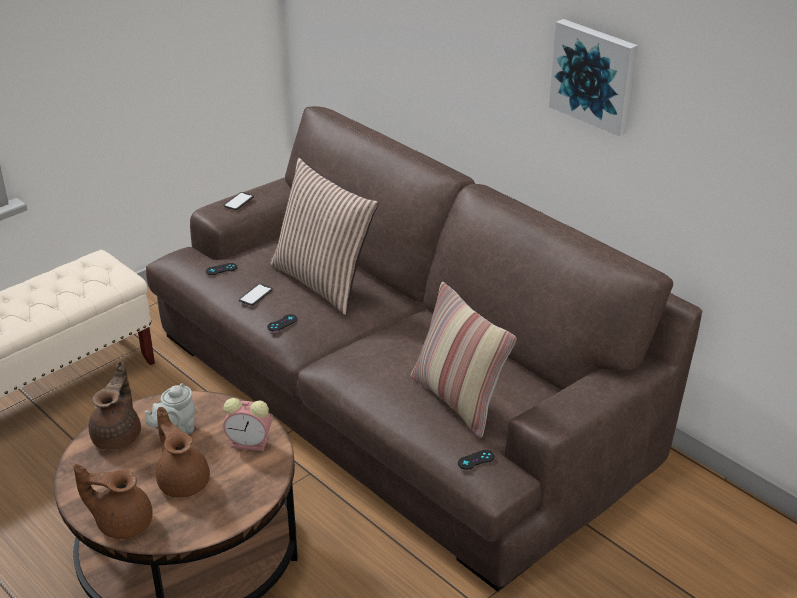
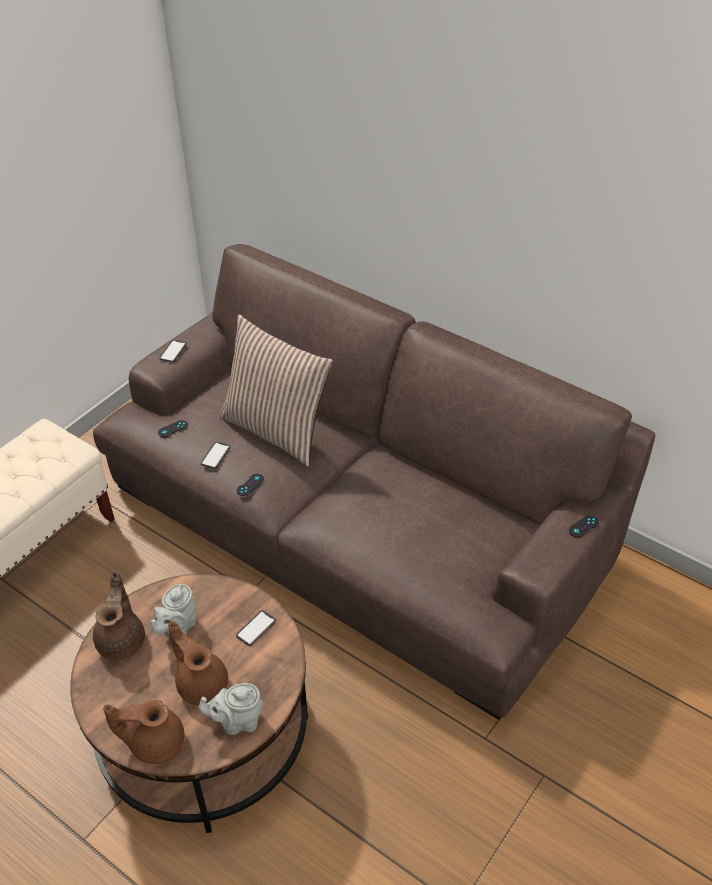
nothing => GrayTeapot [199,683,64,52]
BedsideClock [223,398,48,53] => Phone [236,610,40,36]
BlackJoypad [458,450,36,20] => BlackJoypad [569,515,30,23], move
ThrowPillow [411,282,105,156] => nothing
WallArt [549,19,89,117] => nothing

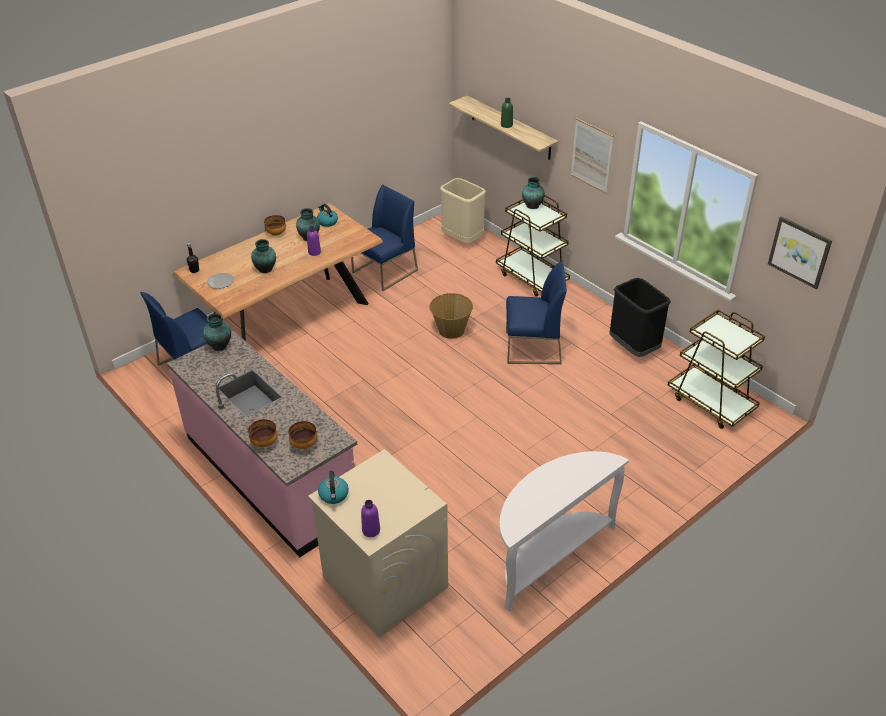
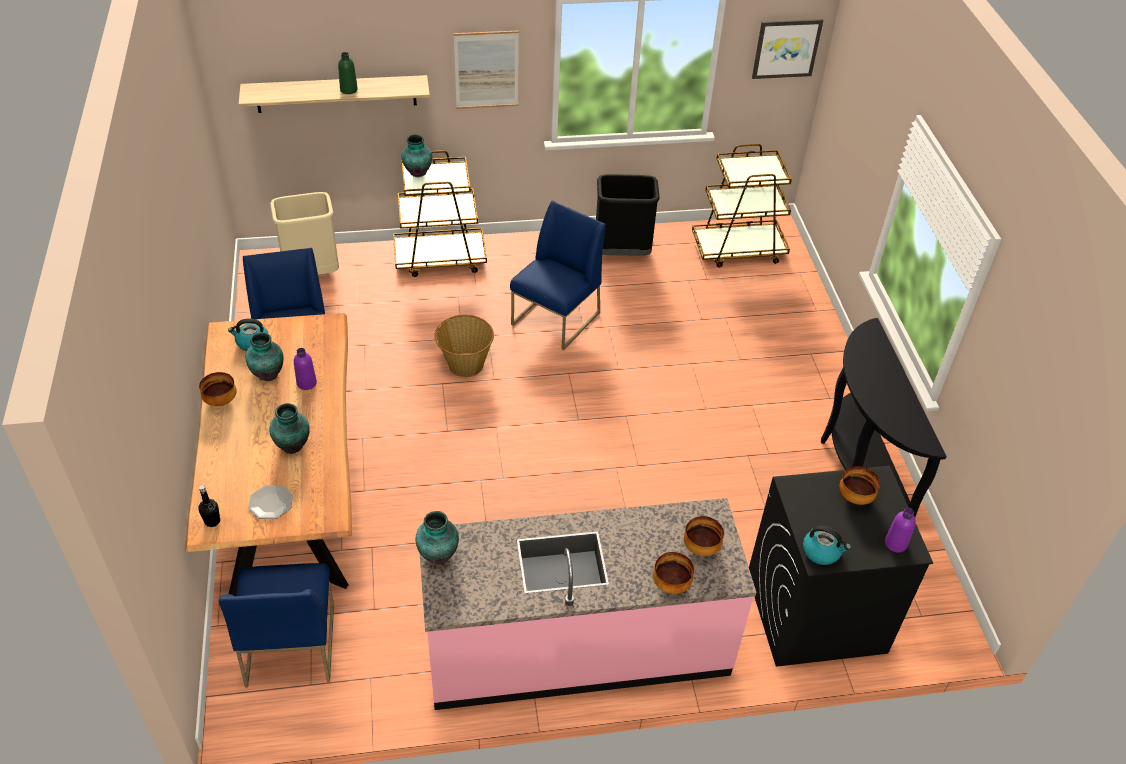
BeigeWashingMachine [308,449,140,189] => BlackWashingMachine [749,466,184,201]
WhiteConsoleTable [499,451,130,161] => BlackConsoleTable [821,318,126,199]
nothing => Bowl [839,466,41,39]

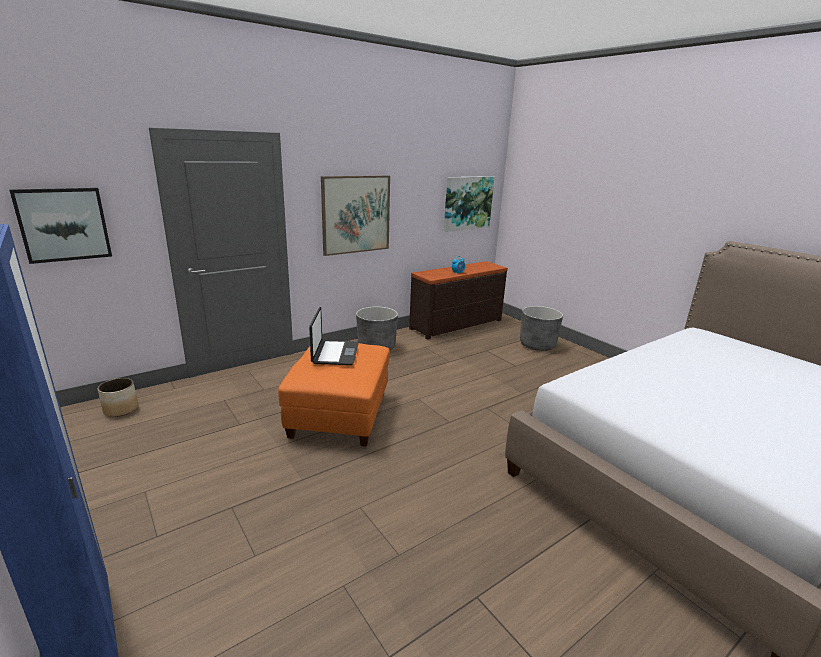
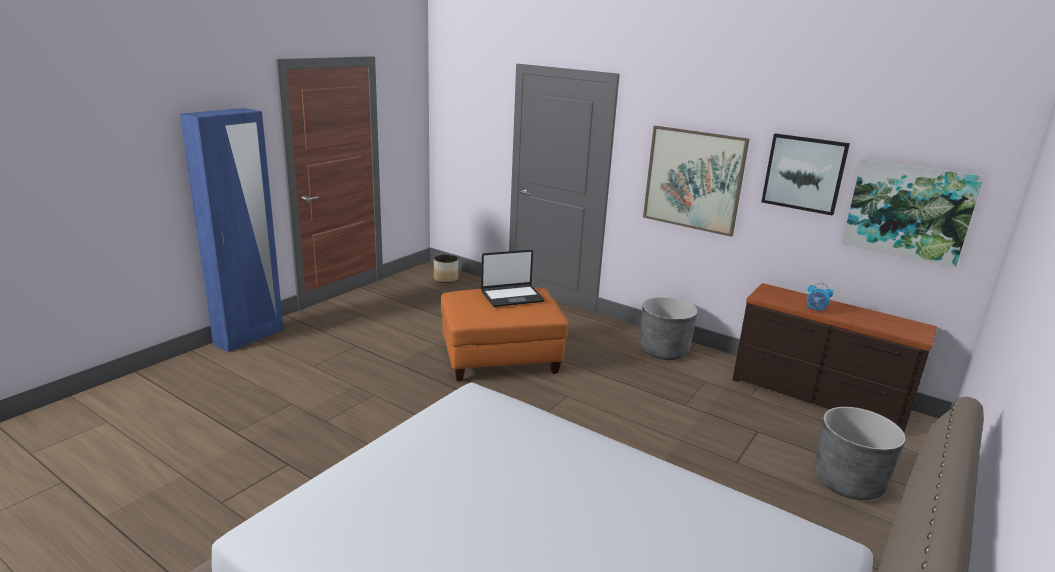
WallArt [9,188,103,76] => WallArt [761,133,89,83], move

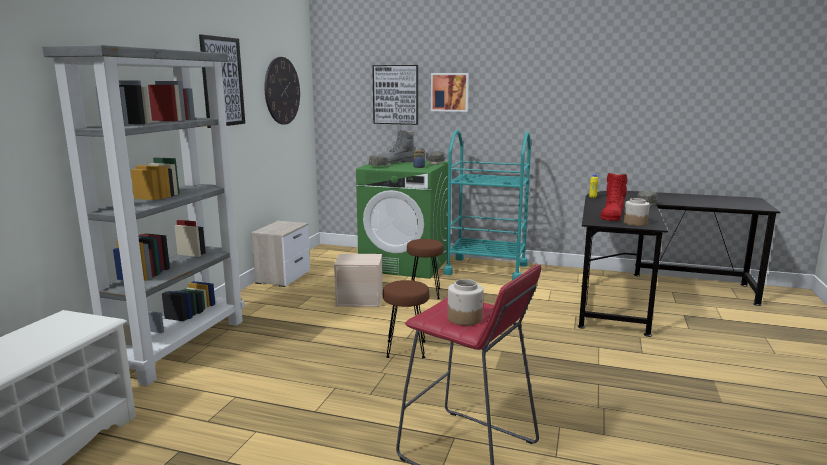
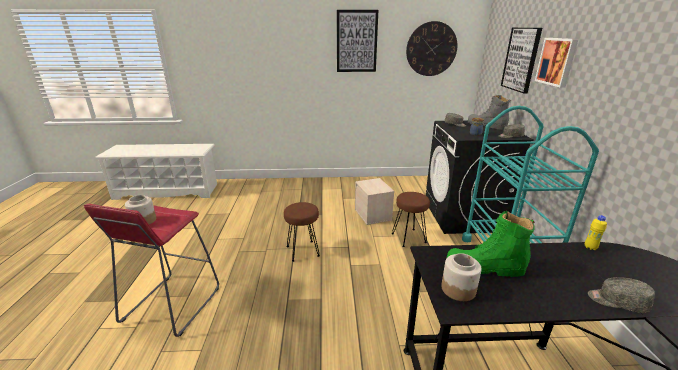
GreenWashingMachine [356,161,92,118] => BlackWashingMachine [426,120,108,114]
RedHighTopBoot [600,173,28,48] => GreenHighTopBoot [447,211,88,66]
GrayShelvingUnit [42,45,203,341] => nothing
Nightstand [251,221,59,66] => nothing

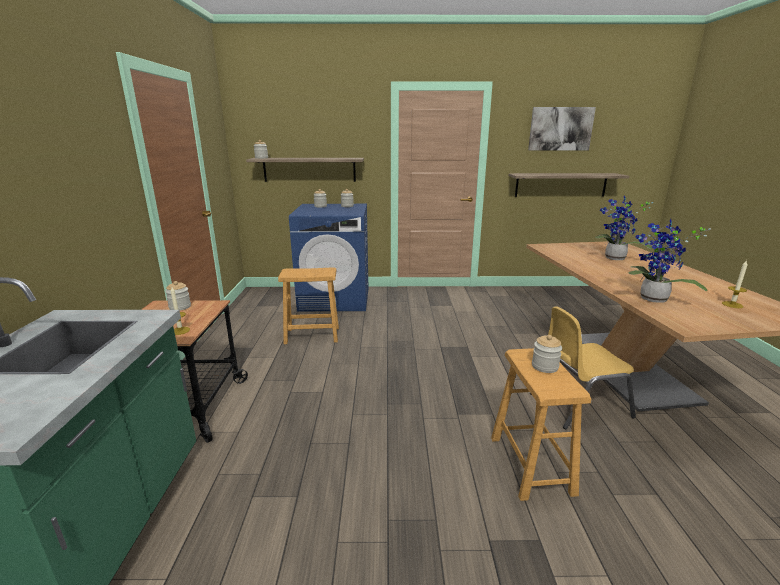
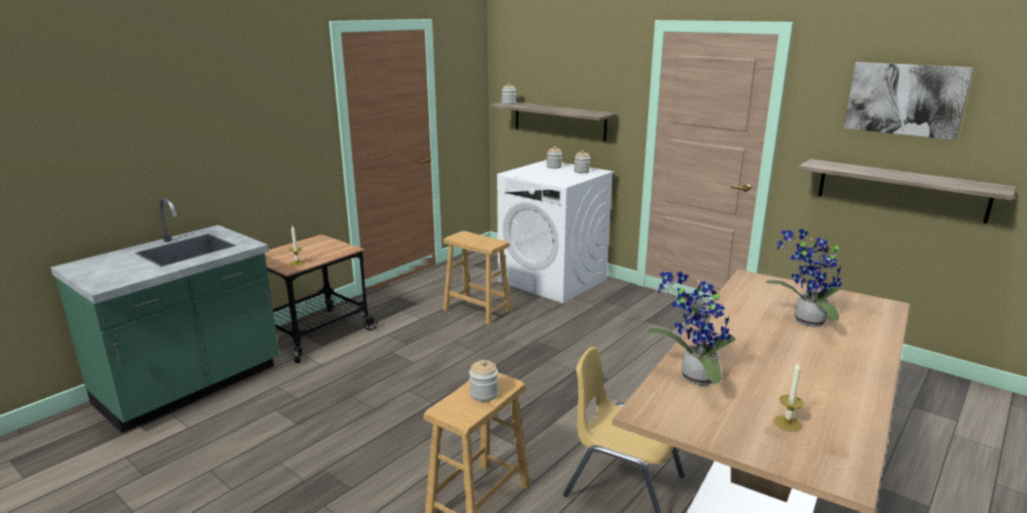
BlueColouredWashingMachine [289,204,80,107] => WhiteWashingMachine [497,160,117,144]
StorageJar [165,281,26,30] => nothing

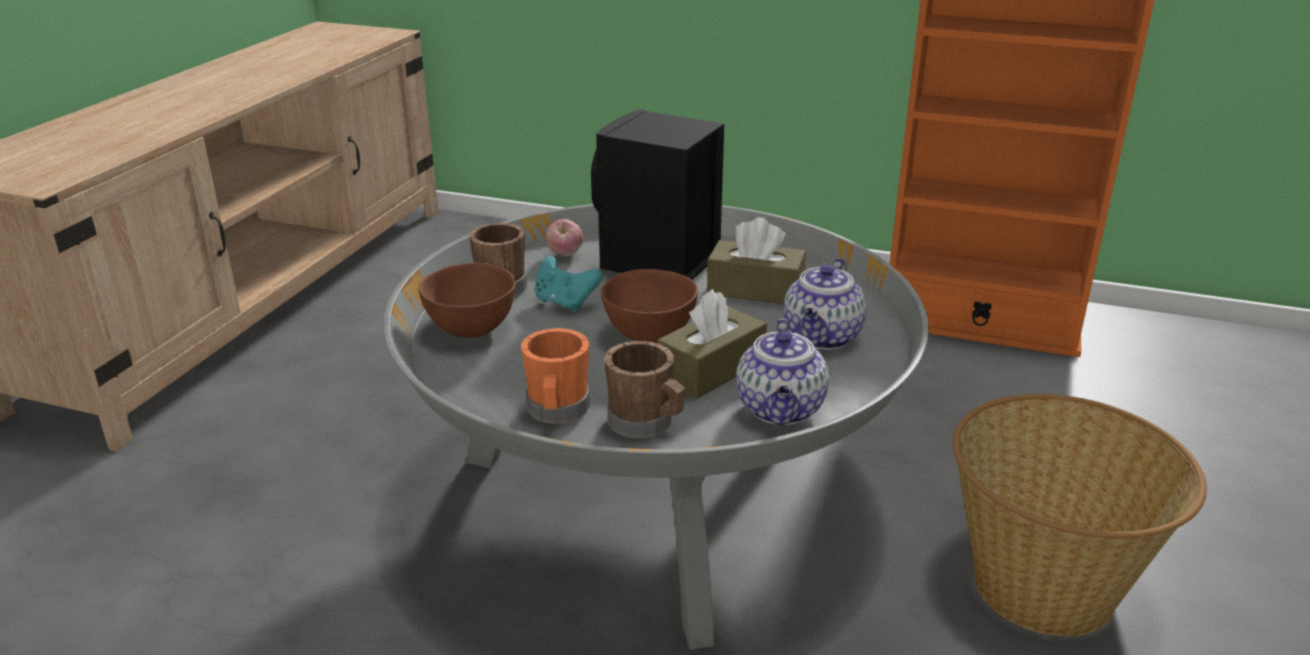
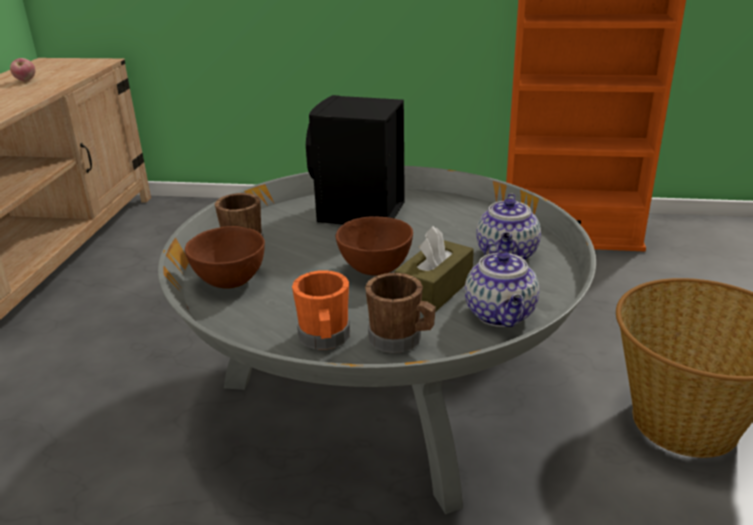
WholeApple [546,219,37,38] => WholeApple [10,58,25,23], move
TurquoiseColouredJoypad [535,256,67,56] => nothing
BrownColouredTissueHolder [707,217,99,87] => nothing

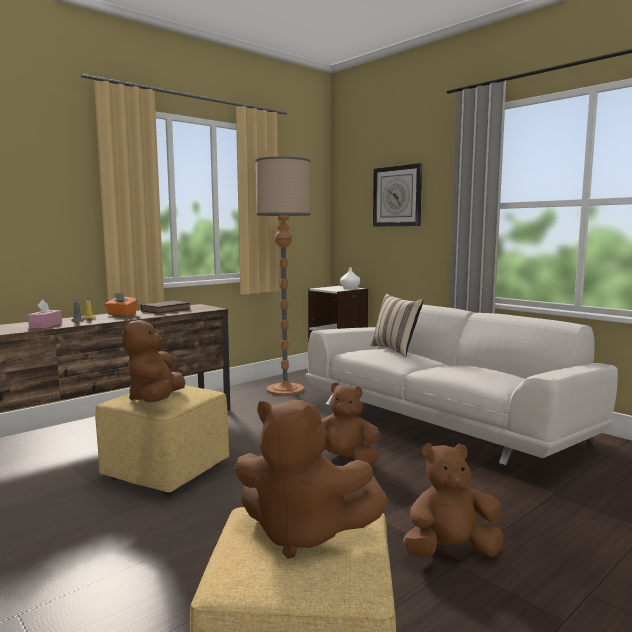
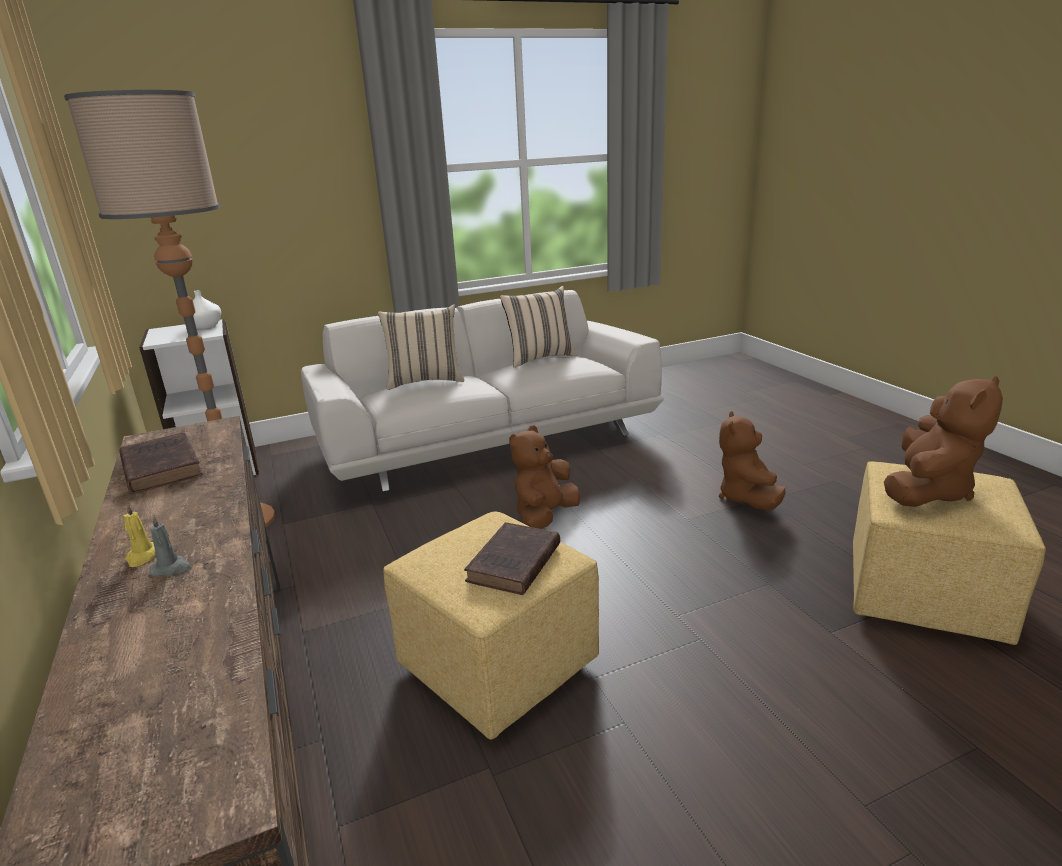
BrownColouredPlushToy [122,318,63,84] => BrownColouredBoundBook [464,522,96,73]
nothing => BeigeThrowPillow [500,286,77,82]
PinkishTissueHolder [28,300,34,28] => nothing
OrangeTissueHolder [104,293,34,23] => nothing
HangingClock [373,163,49,63] => nothing

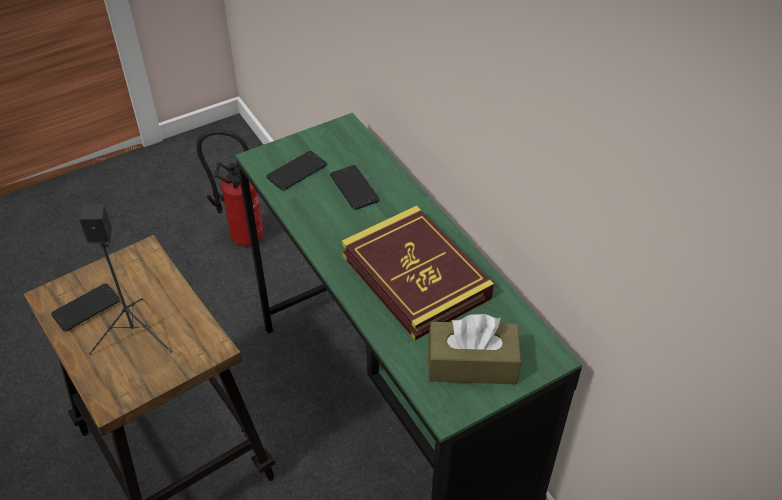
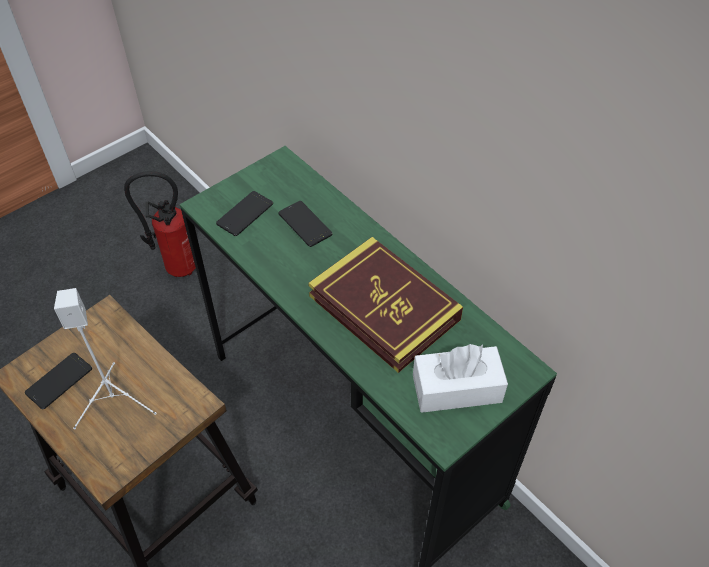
BlackLoudspeaker [79,204,93,151] => WhiteLoudspeaker [54,288,103,141]
BrownColouredTissueHolder [428,314,93,70] => WhiteTissueHolder [413,344,95,69]

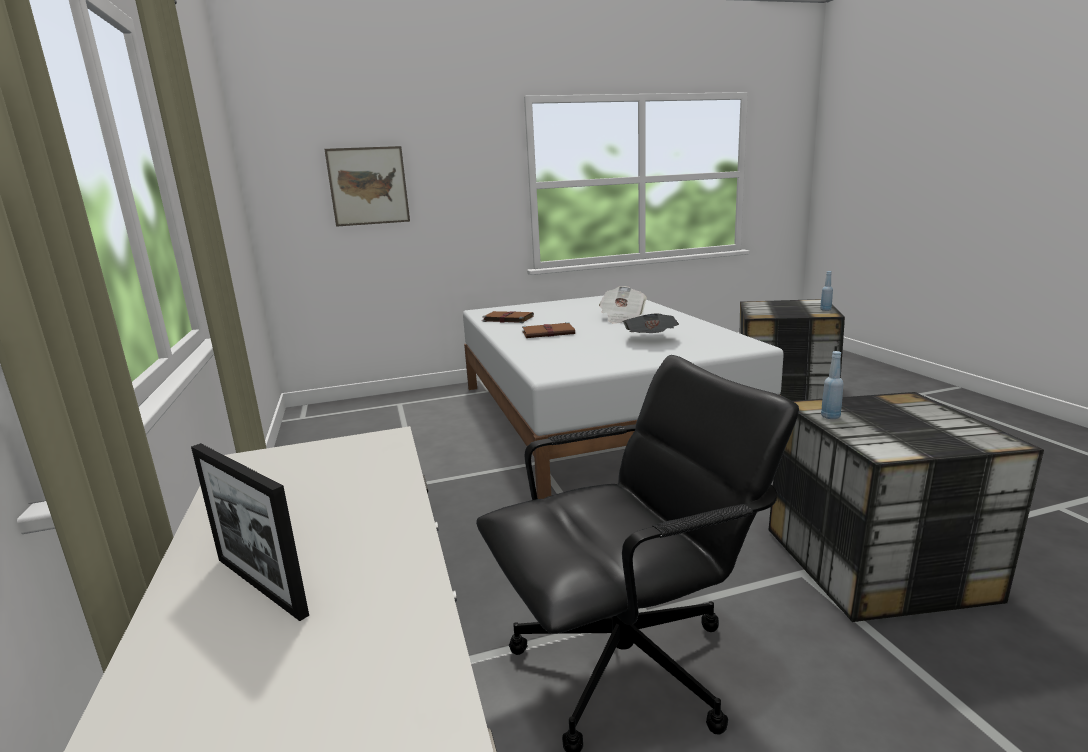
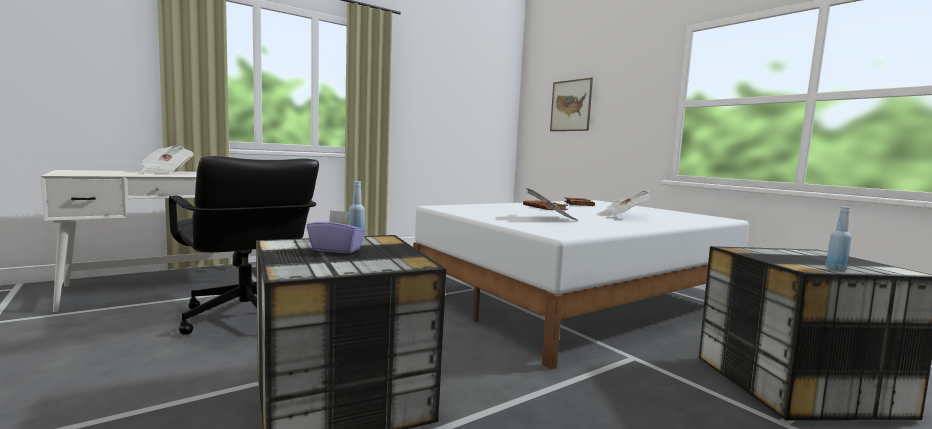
StandingFrame [191,443,118,178] => PrintedPaper [140,146,54,28]
nothing => PurpleTissueHolder [307,210,59,43]

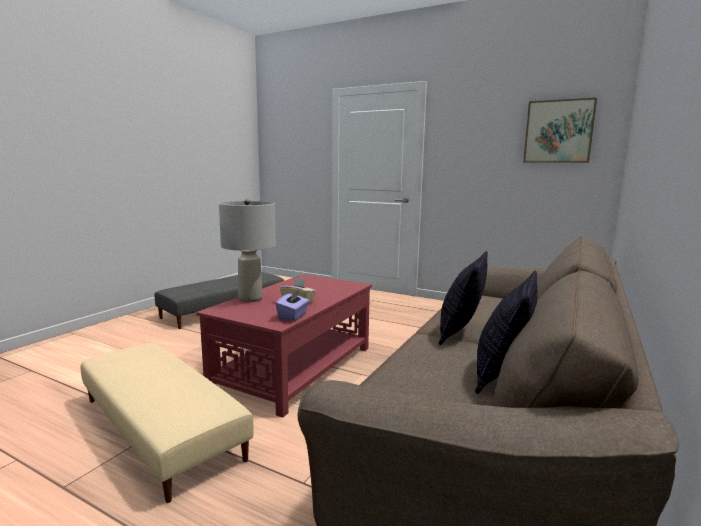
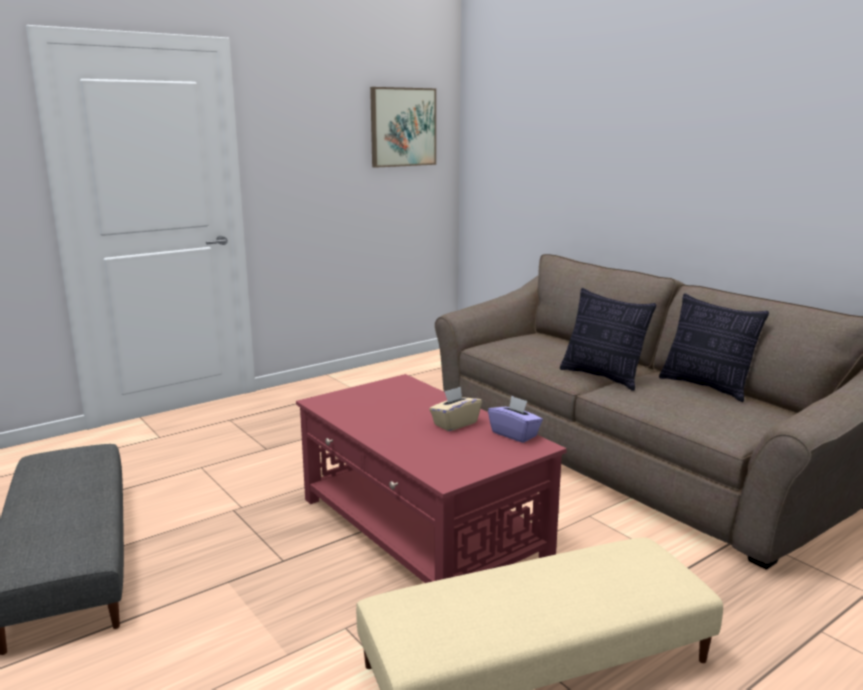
GrayLampForATable [219,199,57,103] => nothing

